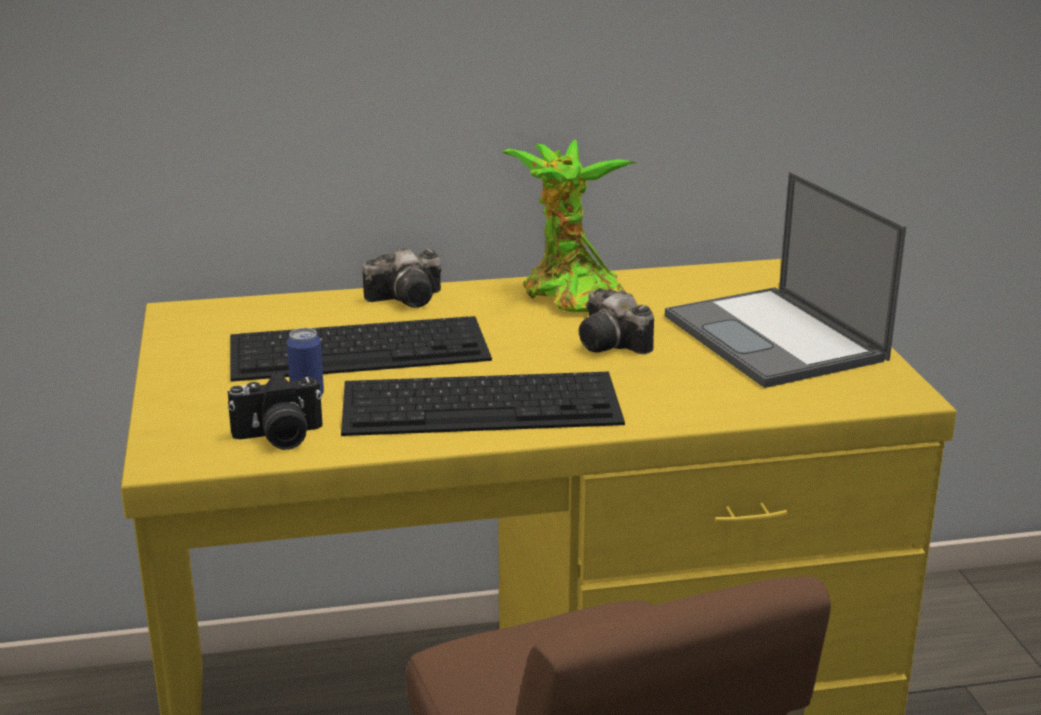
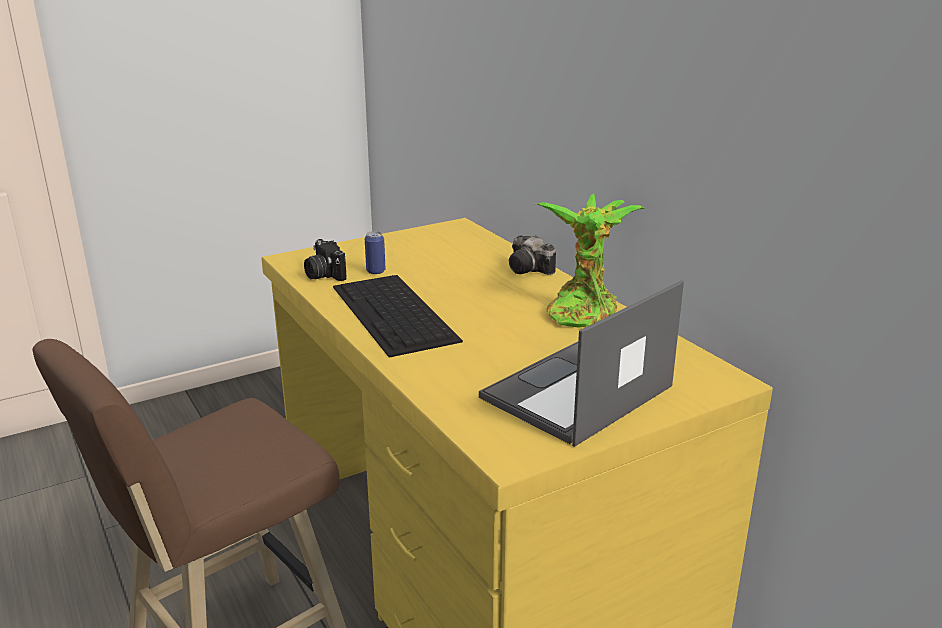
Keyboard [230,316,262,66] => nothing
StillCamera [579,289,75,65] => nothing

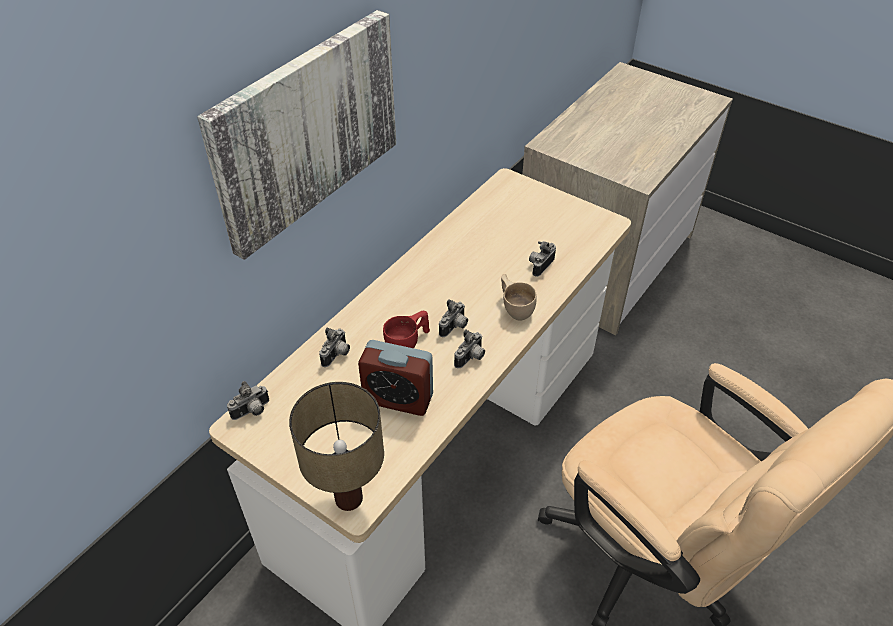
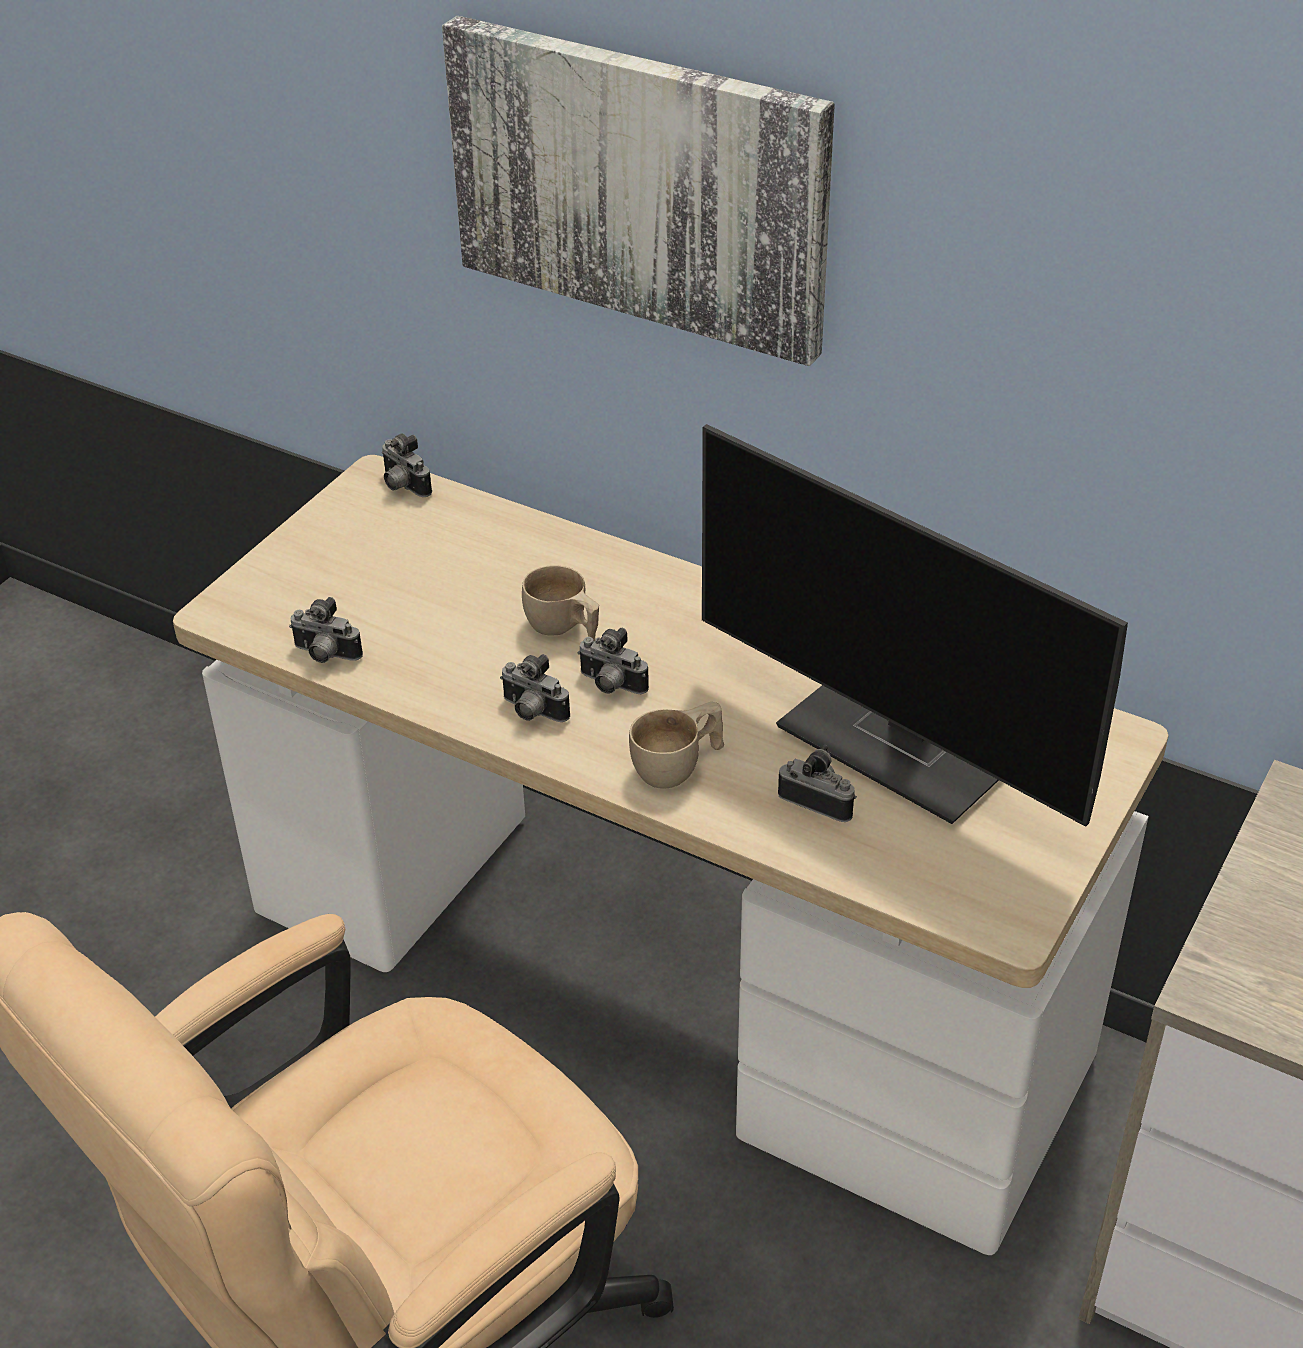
StillCamera [319,328,31,39] => StillCamera [289,597,74,66], move
RedCup [383,311,47,37] => BeigeCup [522,565,77,77]
nothing => ComputerScreen [702,424,426,403]
LampForATable [289,382,95,129] => nothing
BedsideClock [358,340,75,76] => nothing

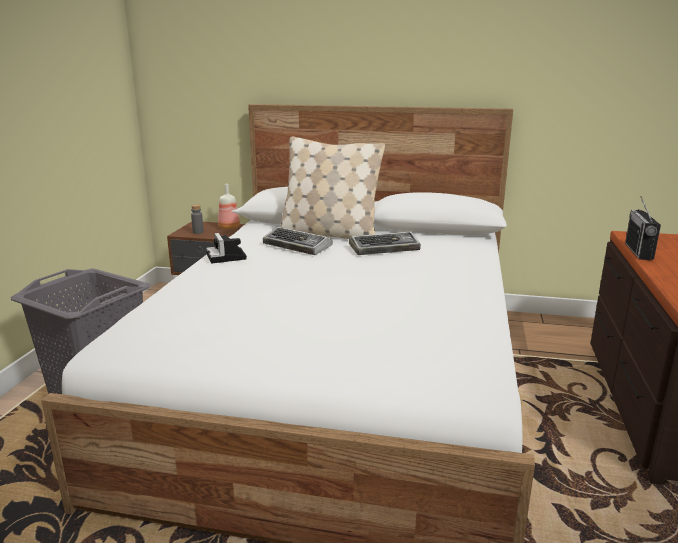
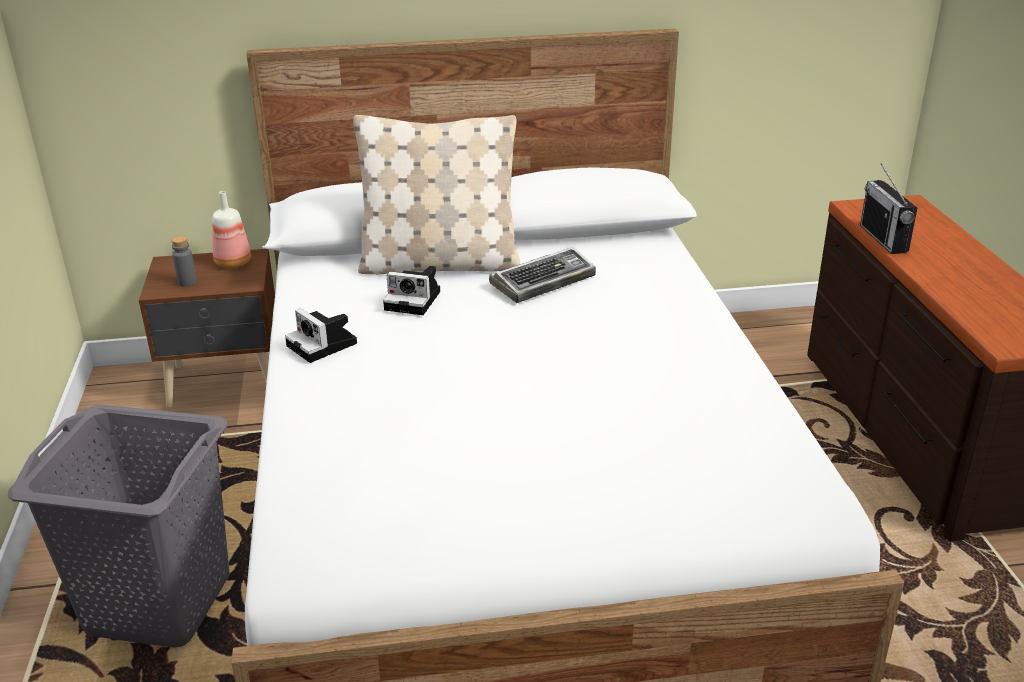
Keyboard [263,227,70,28] => StillCamera [383,266,57,49]

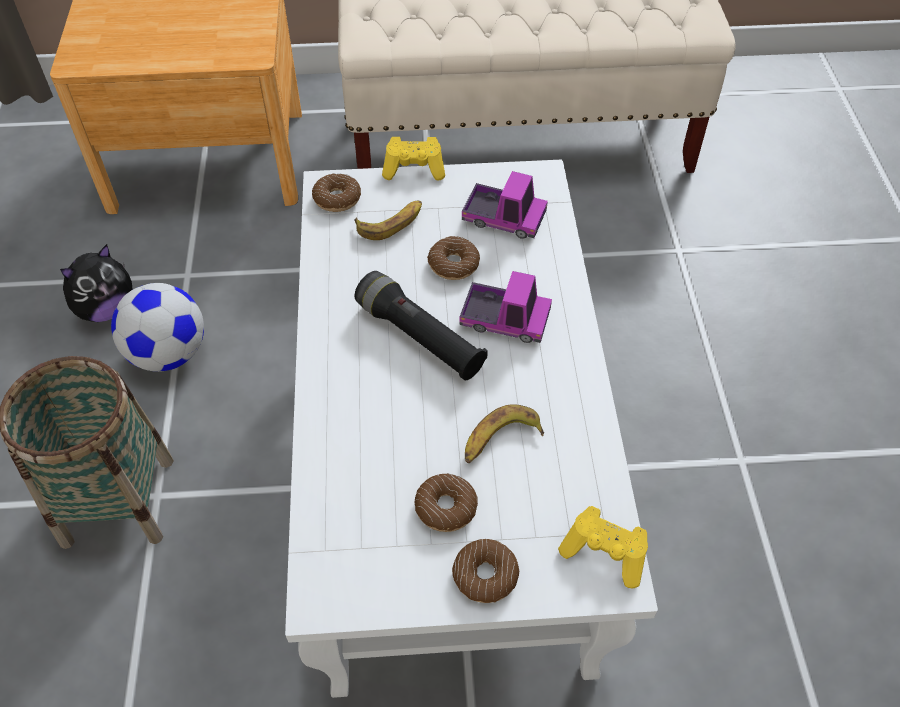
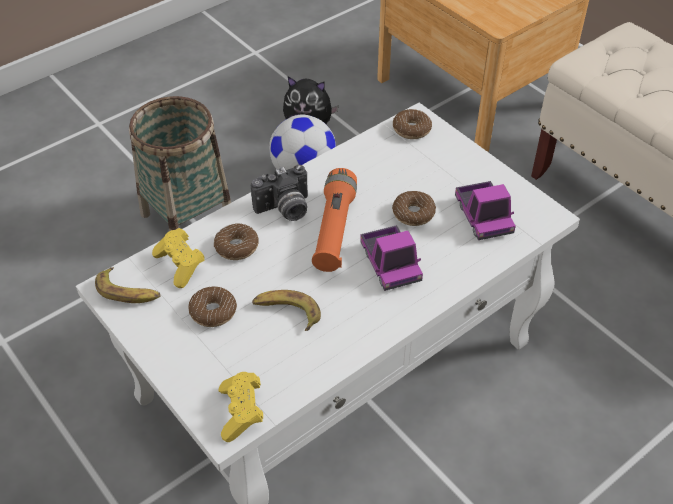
BananaFruit [354,200,68,40] => BananaFruit [95,267,66,36], move
YellowColouredJoypad [382,137,63,43] => YellowColouredJoypad [152,228,53,60], move
RingDoughnut [452,539,67,64] => RingDoughnut [214,224,45,36], move
nothing => StillCamera [250,165,58,56]
BlackHandTorch [355,271,133,109] => OrangeHandTorch [312,168,45,104]

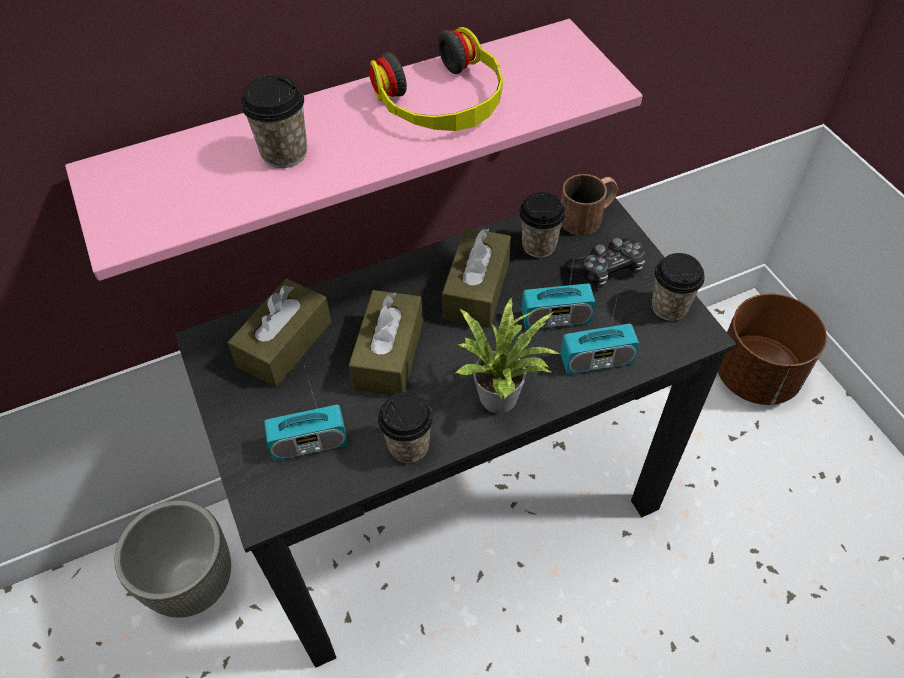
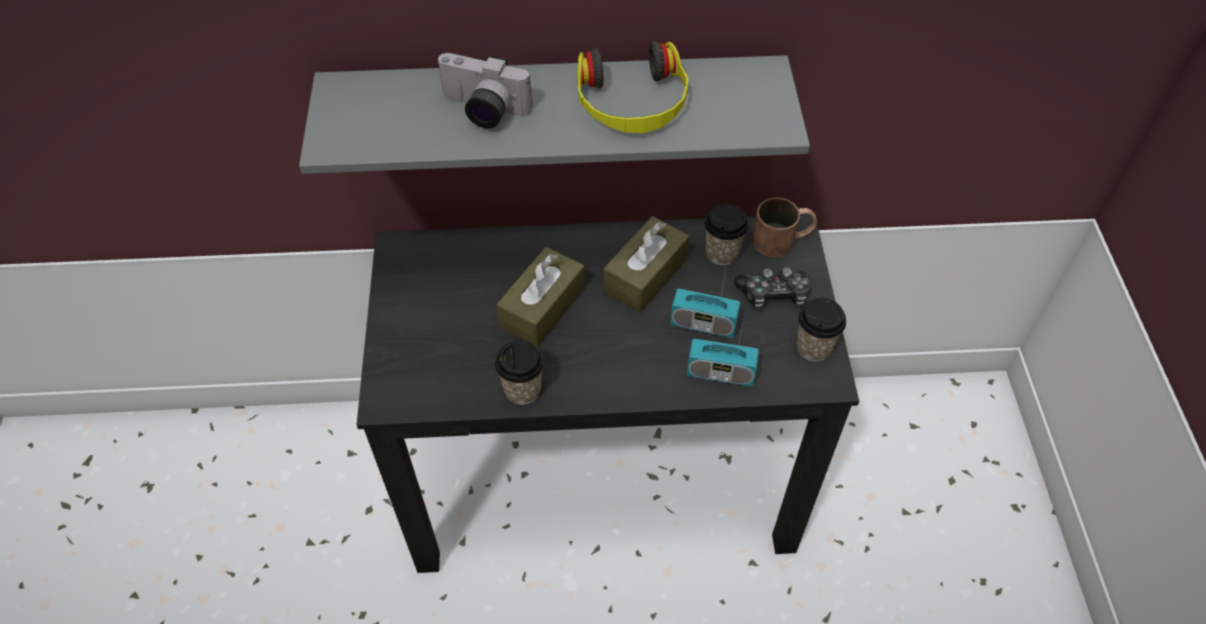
PinkishShelf [65,19,578,262] => GrayShelf [299,55,511,119]
Cup [241,75,66,93] => StillCamera [436,53,96,75]
GrayPlantPot [114,500,117,118] => nothing
BrownColouredTissueHolder [227,278,105,109] => nothing
RadioSet [264,366,84,95] => nothing
PlantInAPot [455,297,105,116] => nothing
BrownColouredPlantPot [718,294,109,111] => nothing

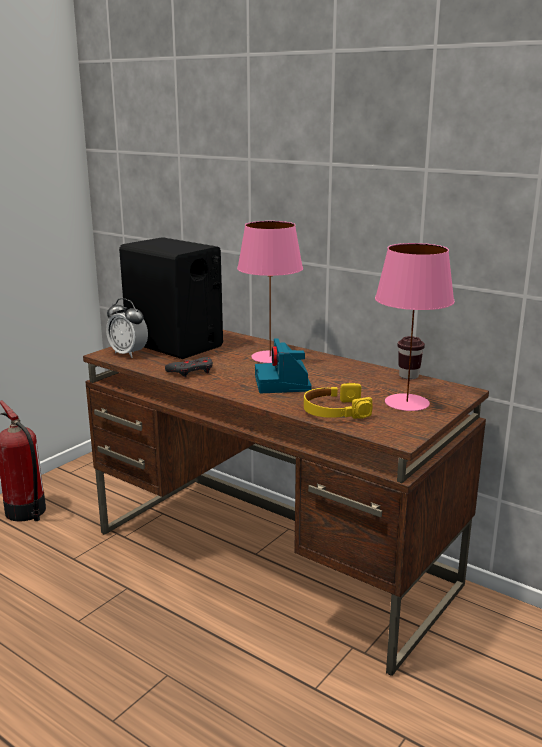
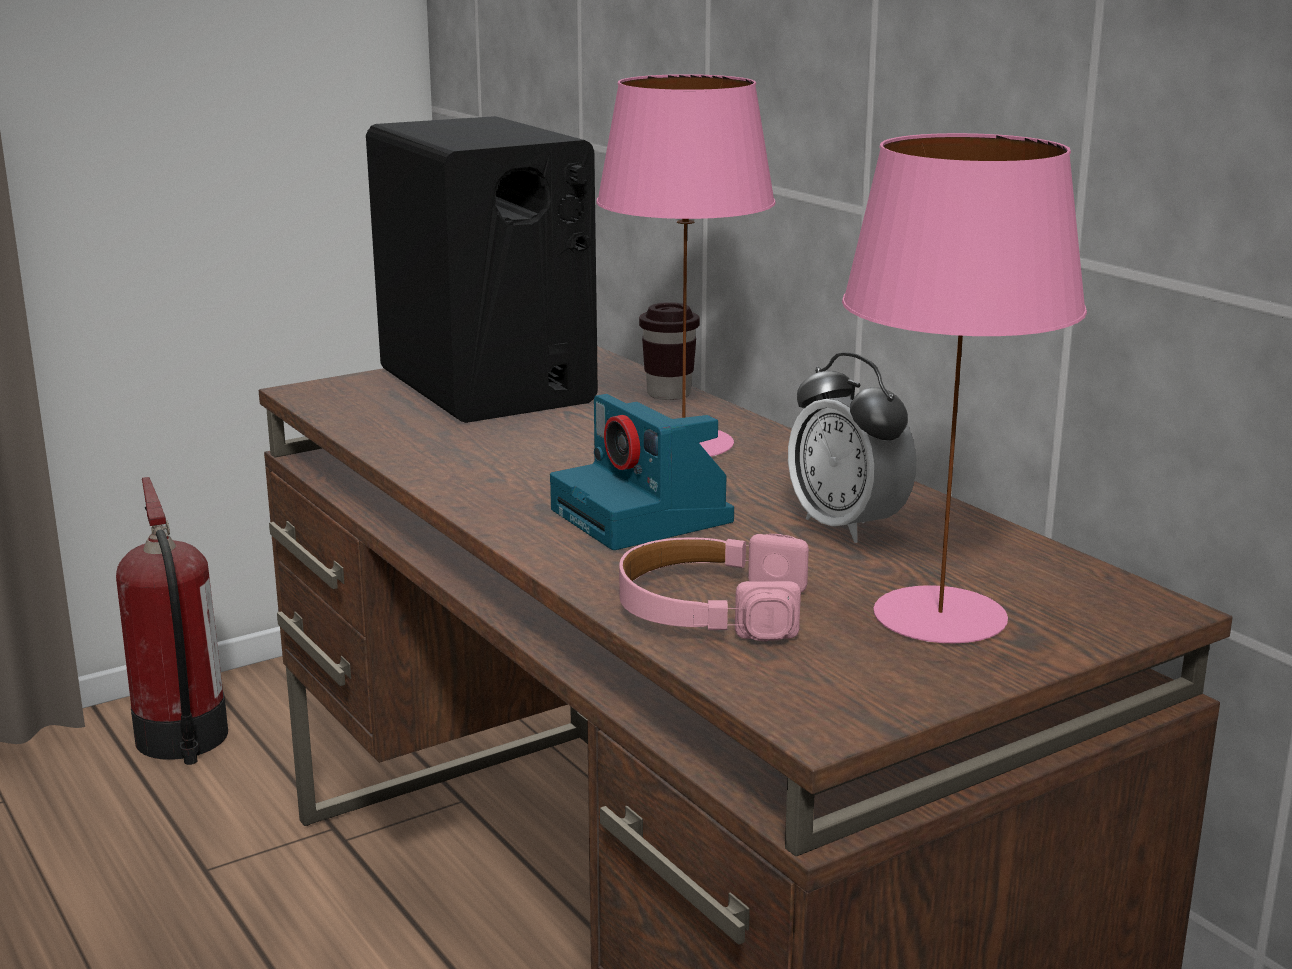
StillCamera [255,338,57,55] => StillCamera [550,394,184,156], 45 degrees counterclockwise
YellowColouredPairOfHeadphones [304,383,69,36] => PinkishPairOfHeadphones [619,534,190,107]
BrownColouredCup [398,336,27,43] => BrownColouredCup [639,302,61,98], move
BedsideClock [106,298,42,60] => BedsideClock [788,352,128,191], move
GrayJoypad [165,357,48,21] => nothing

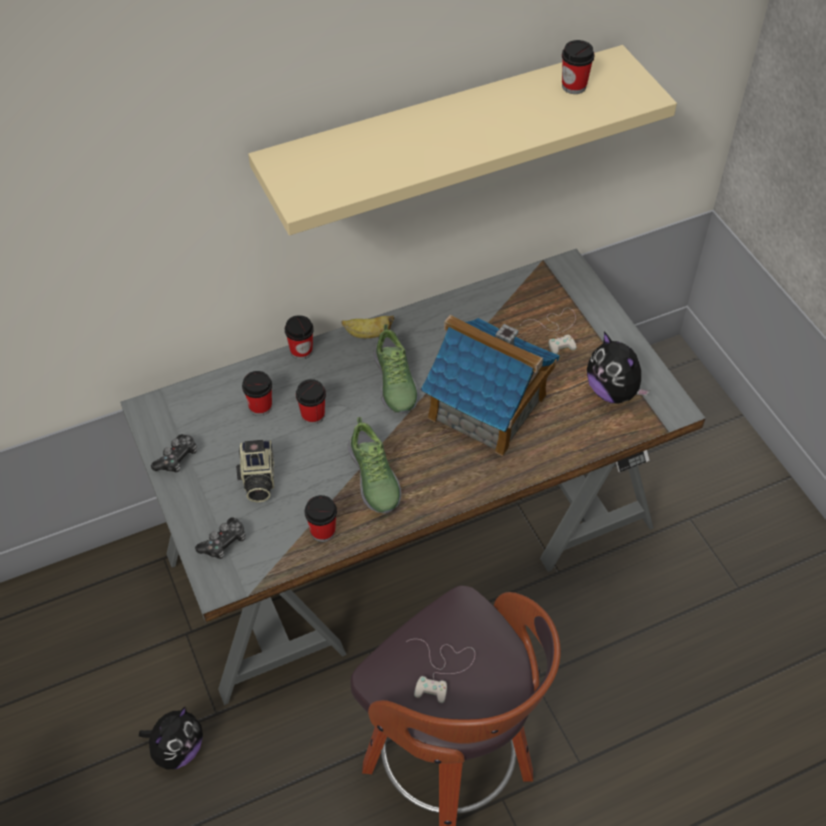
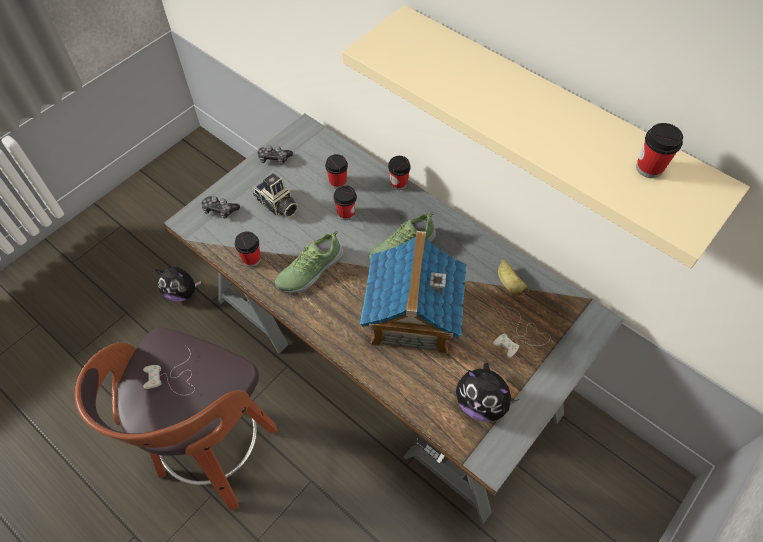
StillCamera [236,440,38,62] => StillCamera [253,173,45,45], 105 degrees counterclockwise
PlushToy [587,332,63,72] => PlushToy [456,363,63,59], 90 degrees counterclockwise
BananaFruit [341,316,53,22] => BananaFruit [498,259,32,37], move

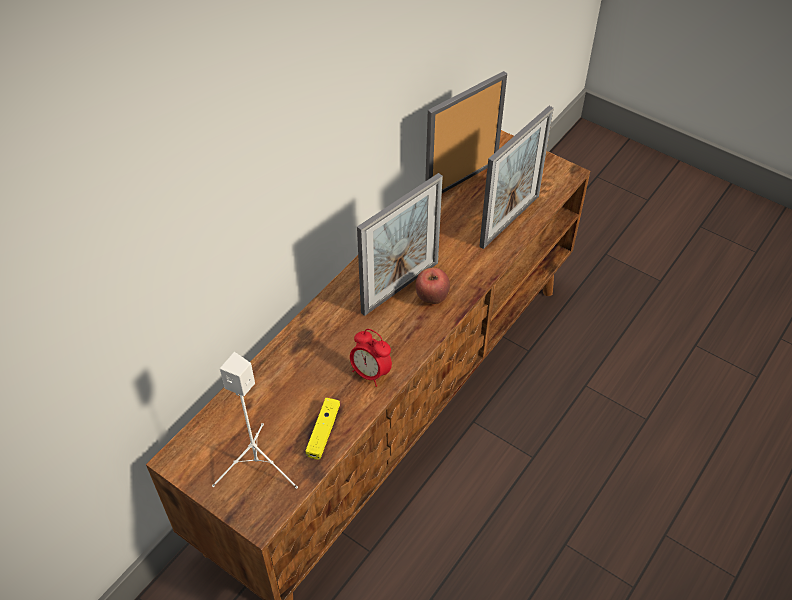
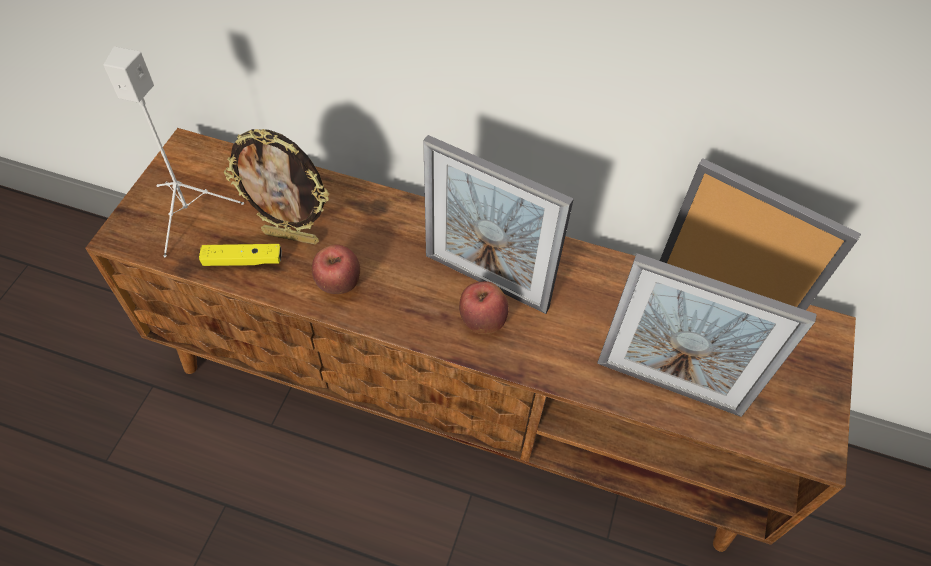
nothing => StandingFrame [224,129,105,116]
BedsideClock [350,329,42,58] => WholeApple [312,245,48,49]

